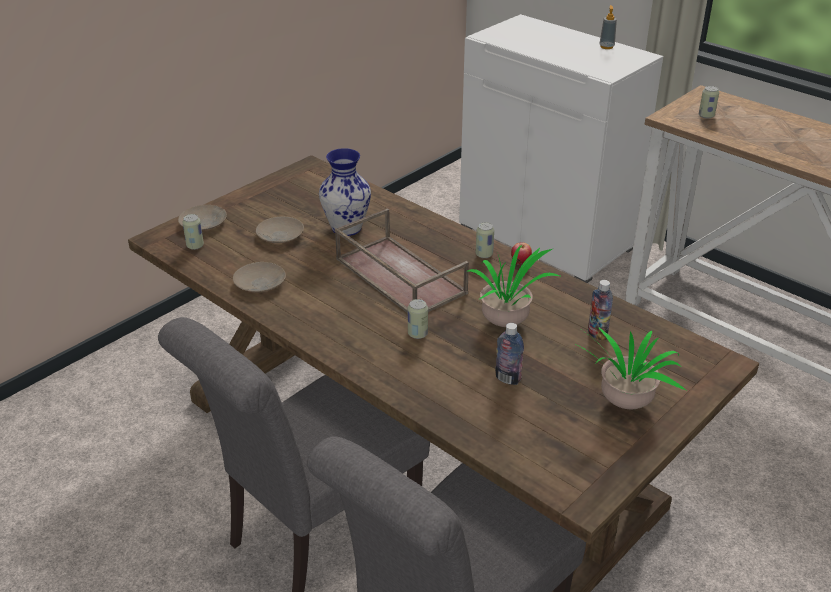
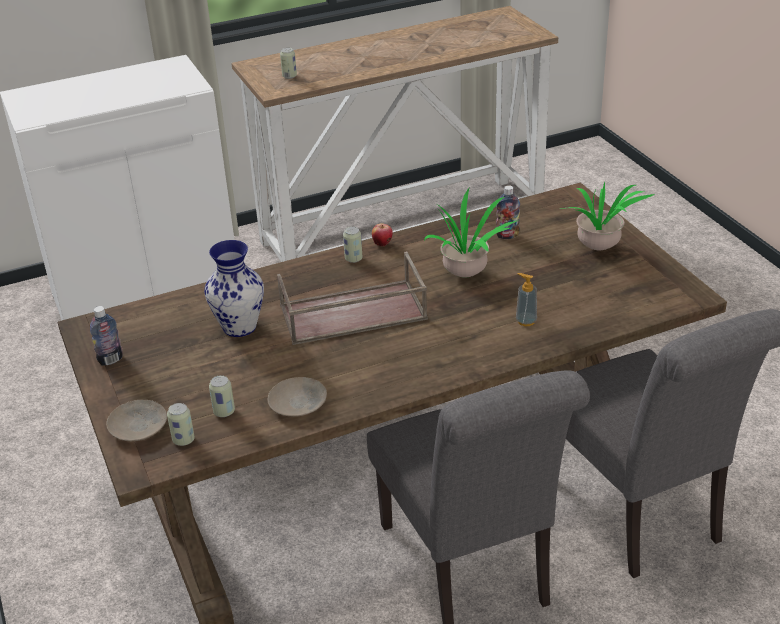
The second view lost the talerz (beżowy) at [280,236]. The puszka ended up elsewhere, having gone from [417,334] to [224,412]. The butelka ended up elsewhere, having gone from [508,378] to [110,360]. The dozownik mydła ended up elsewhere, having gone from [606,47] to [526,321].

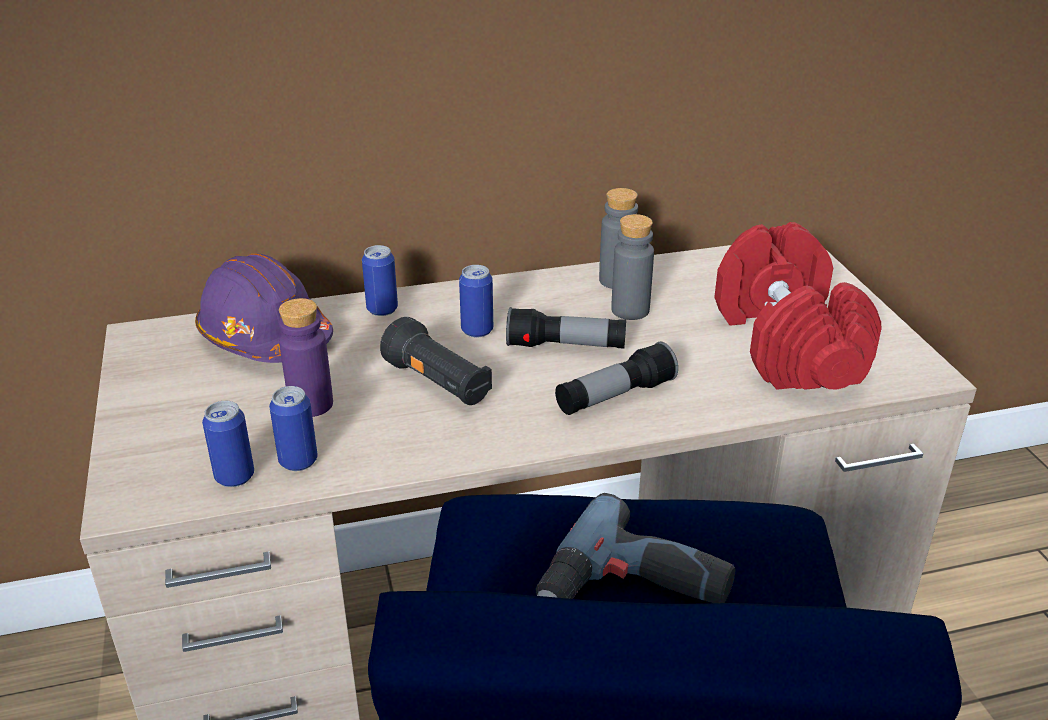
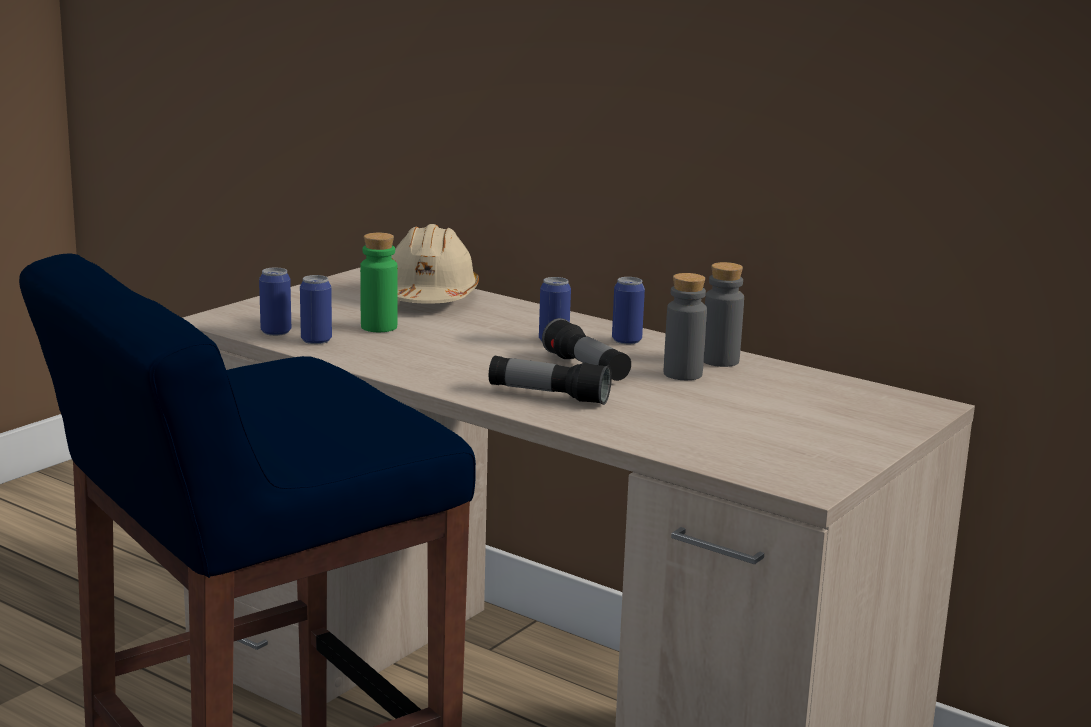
The second view lost the latarka (czarny) at [438,384]. The second view lost the wiertarka at [634,592]. The second view lost the hantel (czerwony) at [786,344]. The puszka ended up elsewhere, having gone from [382,309] to [626,340]. What was the kask (fioletowy) at [265,337] turned into the kask (beżowy) at [429,297]. What was the butelka (fioletowy) at [311,404] turned into the butelka (zielony) at [379,327].

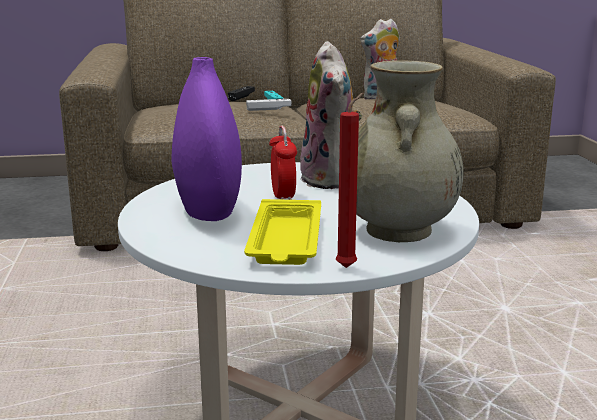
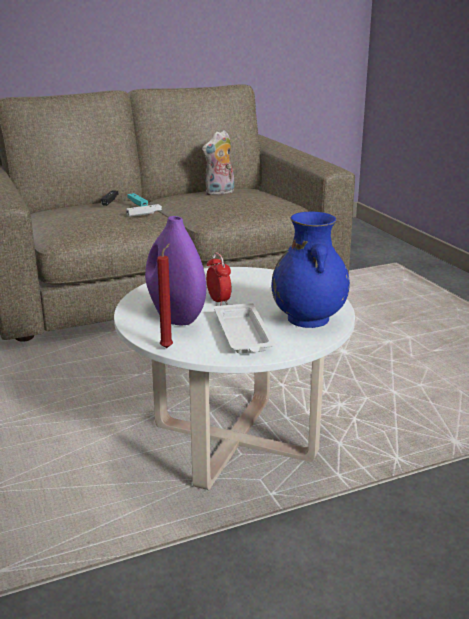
The second view lost the pluszak at [331,180]. The świeca (czerwony) ended up elsewhere, having gone from [349,267] to [168,347]. What was the taca (żółty) at [285,241] turned into the taca (biały) at [243,334]. What was the wazon (beżowy) at [399,231] turned into the wazon (niebieski) at [309,319].

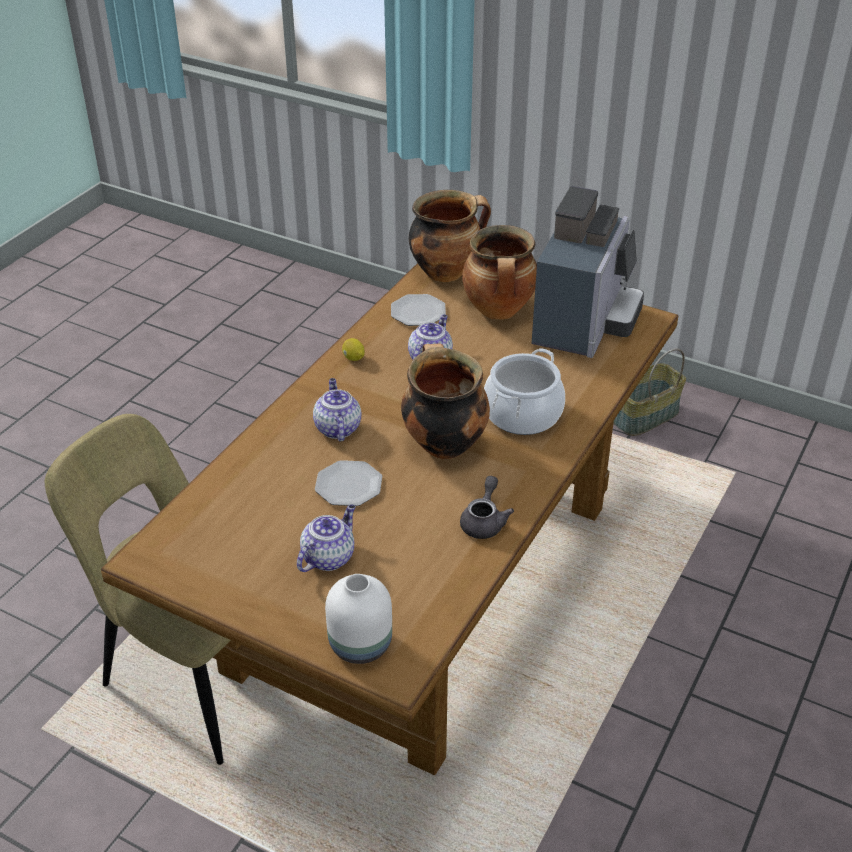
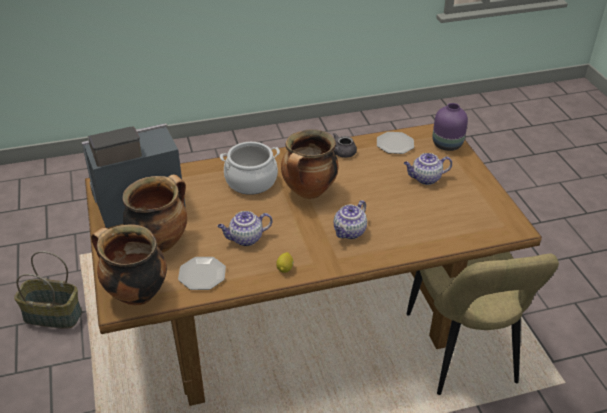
The talerz ended up elsewhere, having gone from [349,485] to [394,144]. What was the wazon (biały) at [359,644] turned into the wazon (fioletowy) at [447,145].

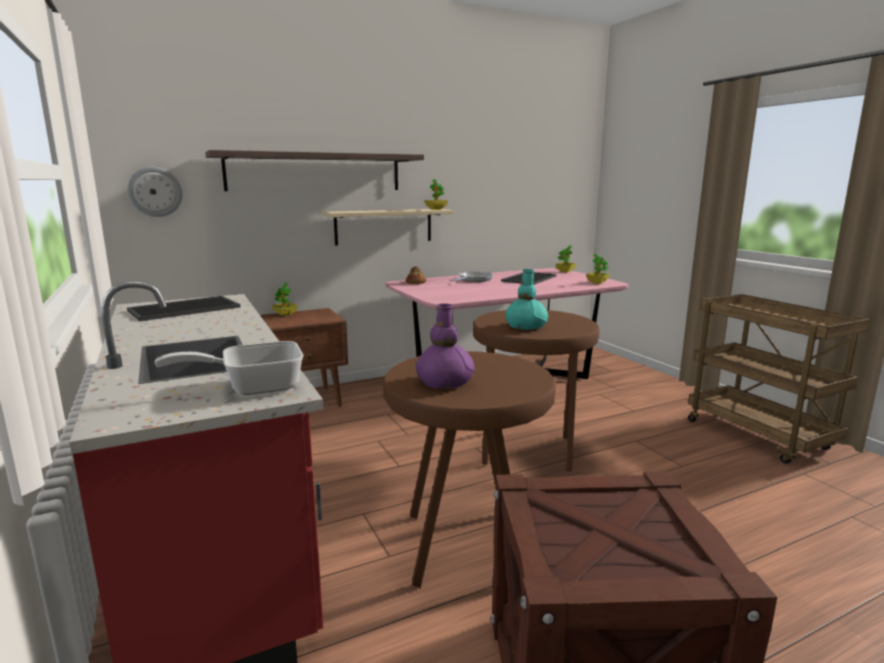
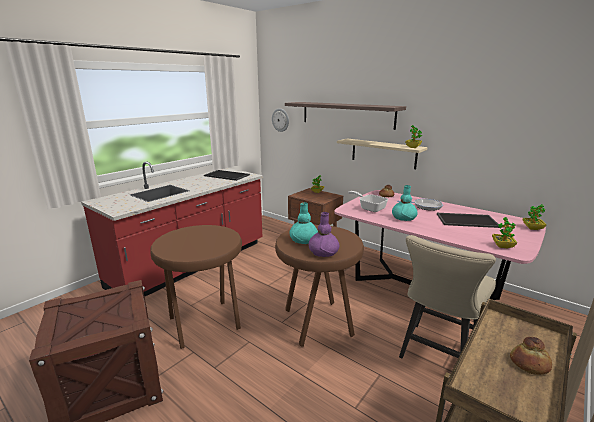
The second view gained the wazon (turkusowy) at [403,218]. The second view gained the krzesło (beżowy) at [436,356]. The second view gained the chleb at [530,364]. The patelnia ended up elsewhere, having gone from [252,387] to [369,208]. The wazon (fioletowy) ended up elsewhere, having gone from [444,382] to [323,252].

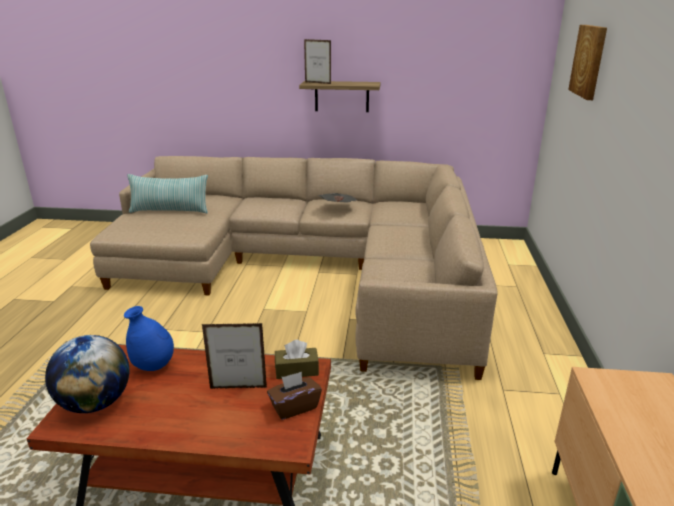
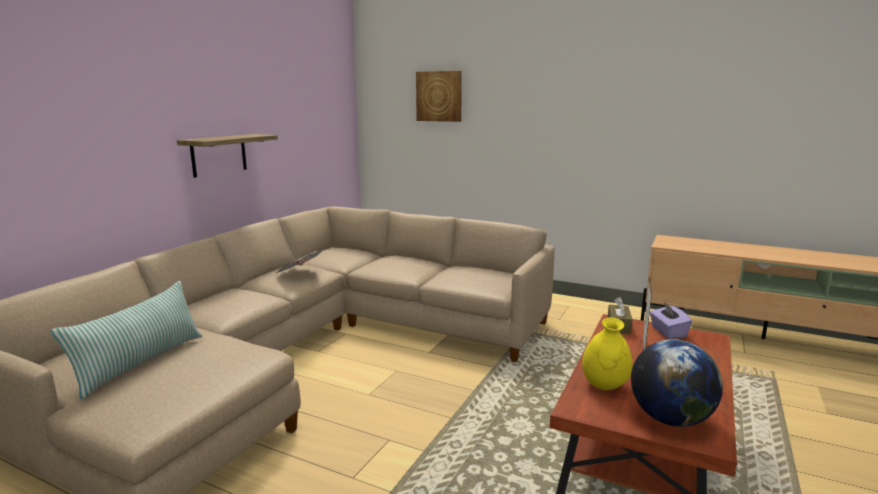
The second view lost the ramka na zdjęcie at [318,83]. What was the wazon (niebieski) at [153,366] turned into the wazon (żółty) at [604,386]. What was the pudełko chusteczek (brązowy) at [294,407] turned into the pudełko chusteczek (fioletowy) at [668,332].

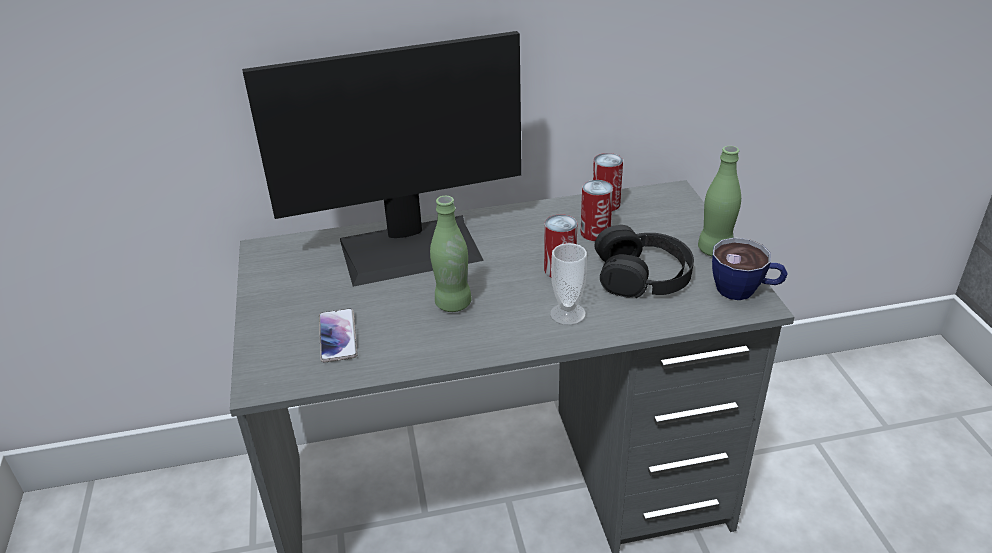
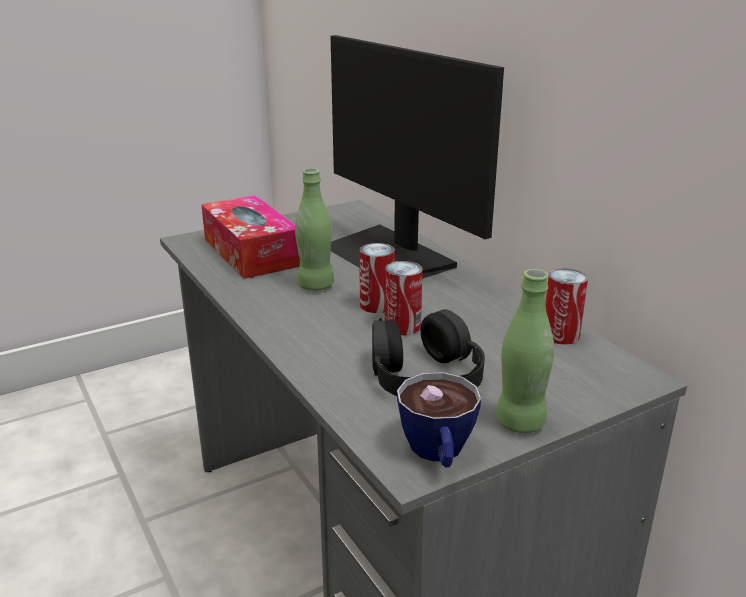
The second view lost the filiżanka at [567,313]. The puszka ended up elsewhere, having gone from [595,232] to [376,305]. Where the telefon stood at [338,336], the pudełko chusteczek came to stand at [251,252].

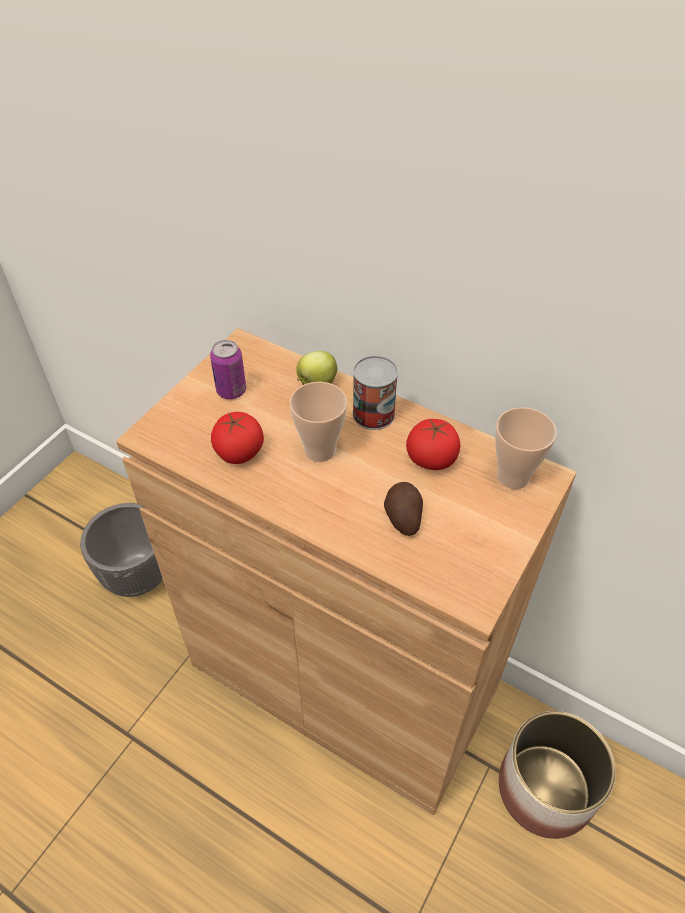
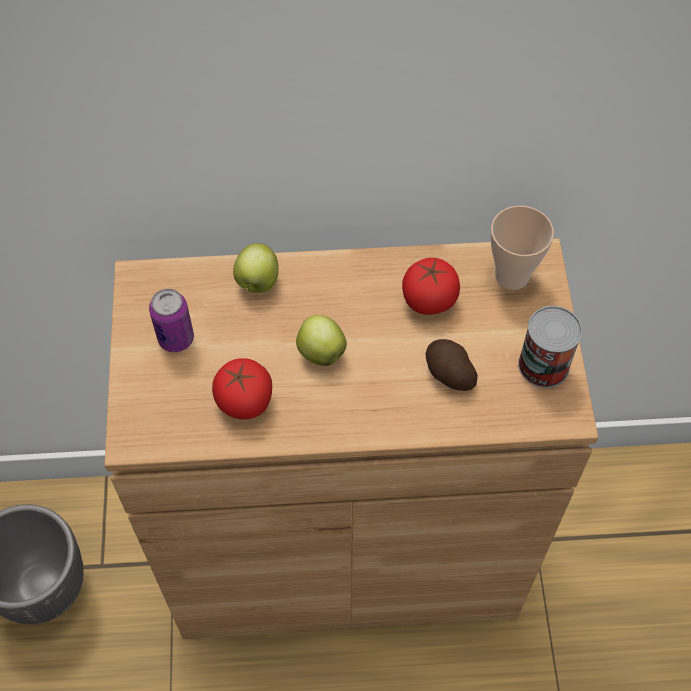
The second view lost the donica at [545,789]. The puszka ended up elsewhere, having gone from [373,414] to [543,365]. Where the filiżanka stood at [320,450], the jabłko came to stand at [320,352].

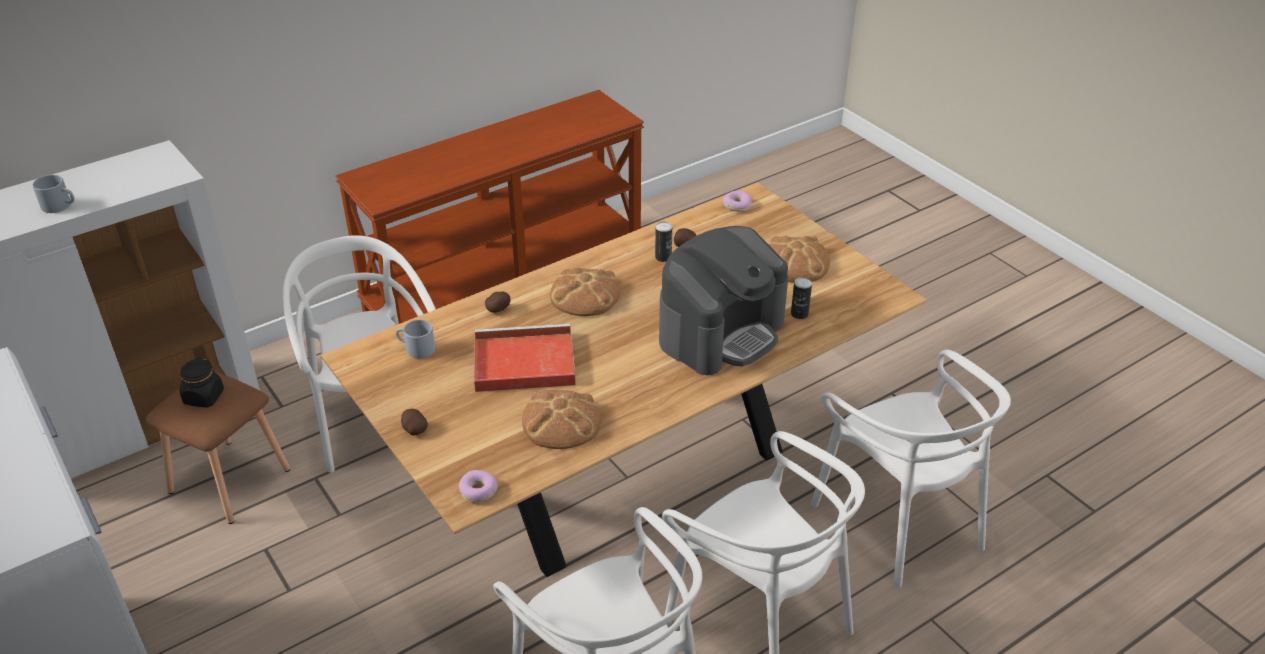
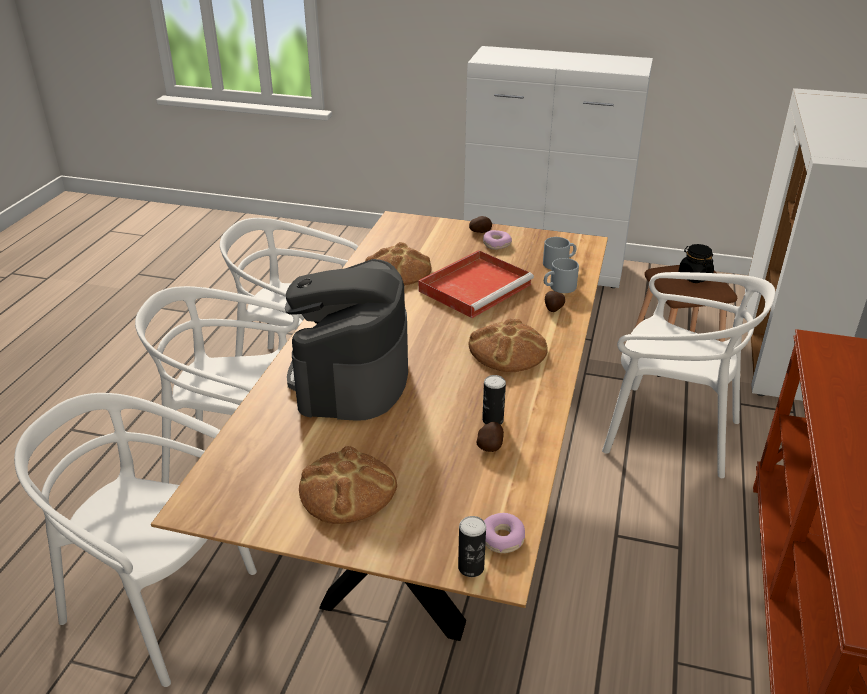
The kubek (szary) ended up elsewhere, having gone from [61,206] to [559,288]. The donut ended up elsewhere, having gone from [478,491] to [496,244]. The puszka ended up elsewhere, having gone from [799,314] to [471,567].

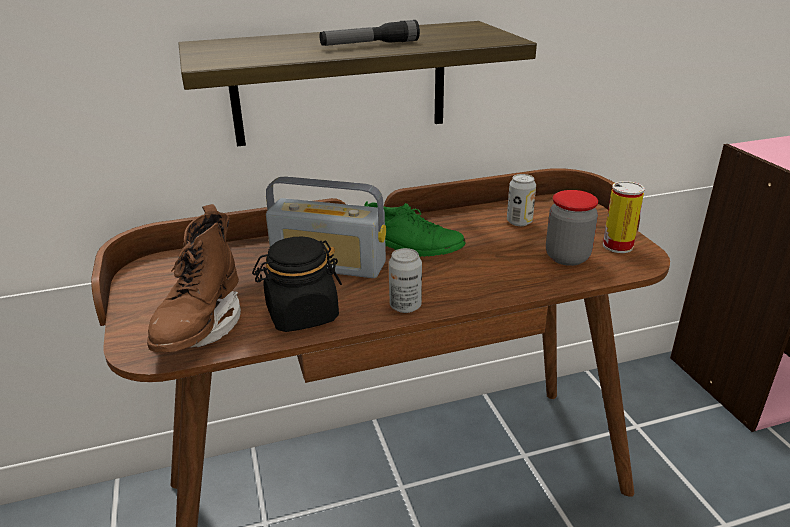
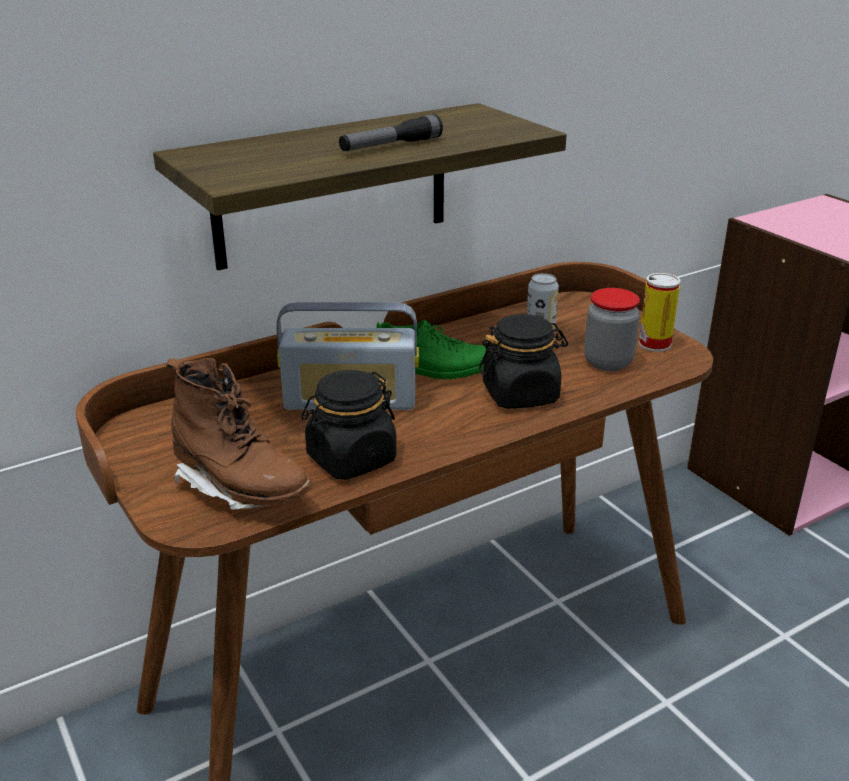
The second view lost the puszka at [405,306]. The second view gained the słoik (czarny) at [521,394]. The but z cholewką (brązowy) at [200,327] ended up facing another way, 45 degrees counterclockwise from before.

